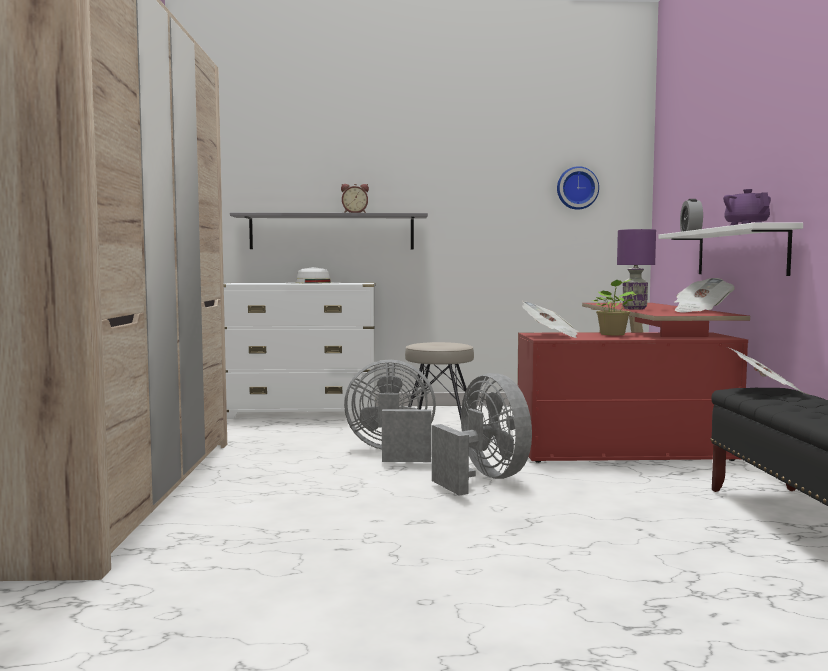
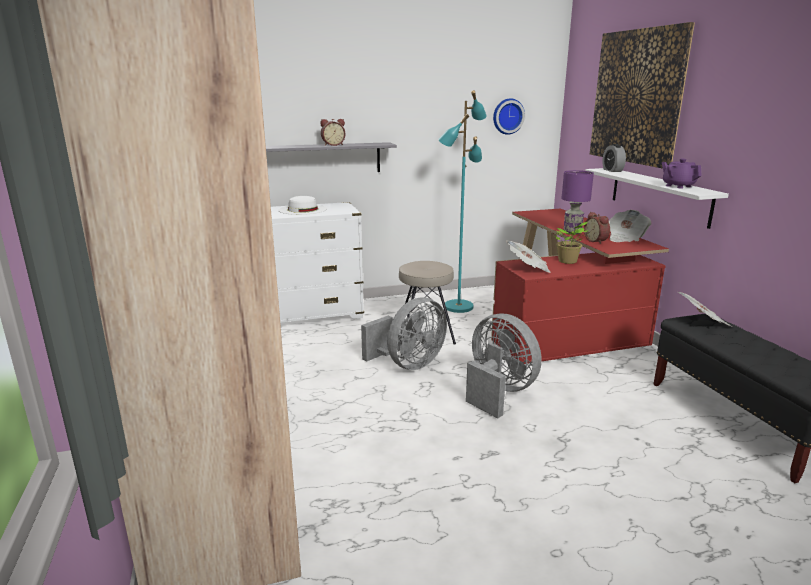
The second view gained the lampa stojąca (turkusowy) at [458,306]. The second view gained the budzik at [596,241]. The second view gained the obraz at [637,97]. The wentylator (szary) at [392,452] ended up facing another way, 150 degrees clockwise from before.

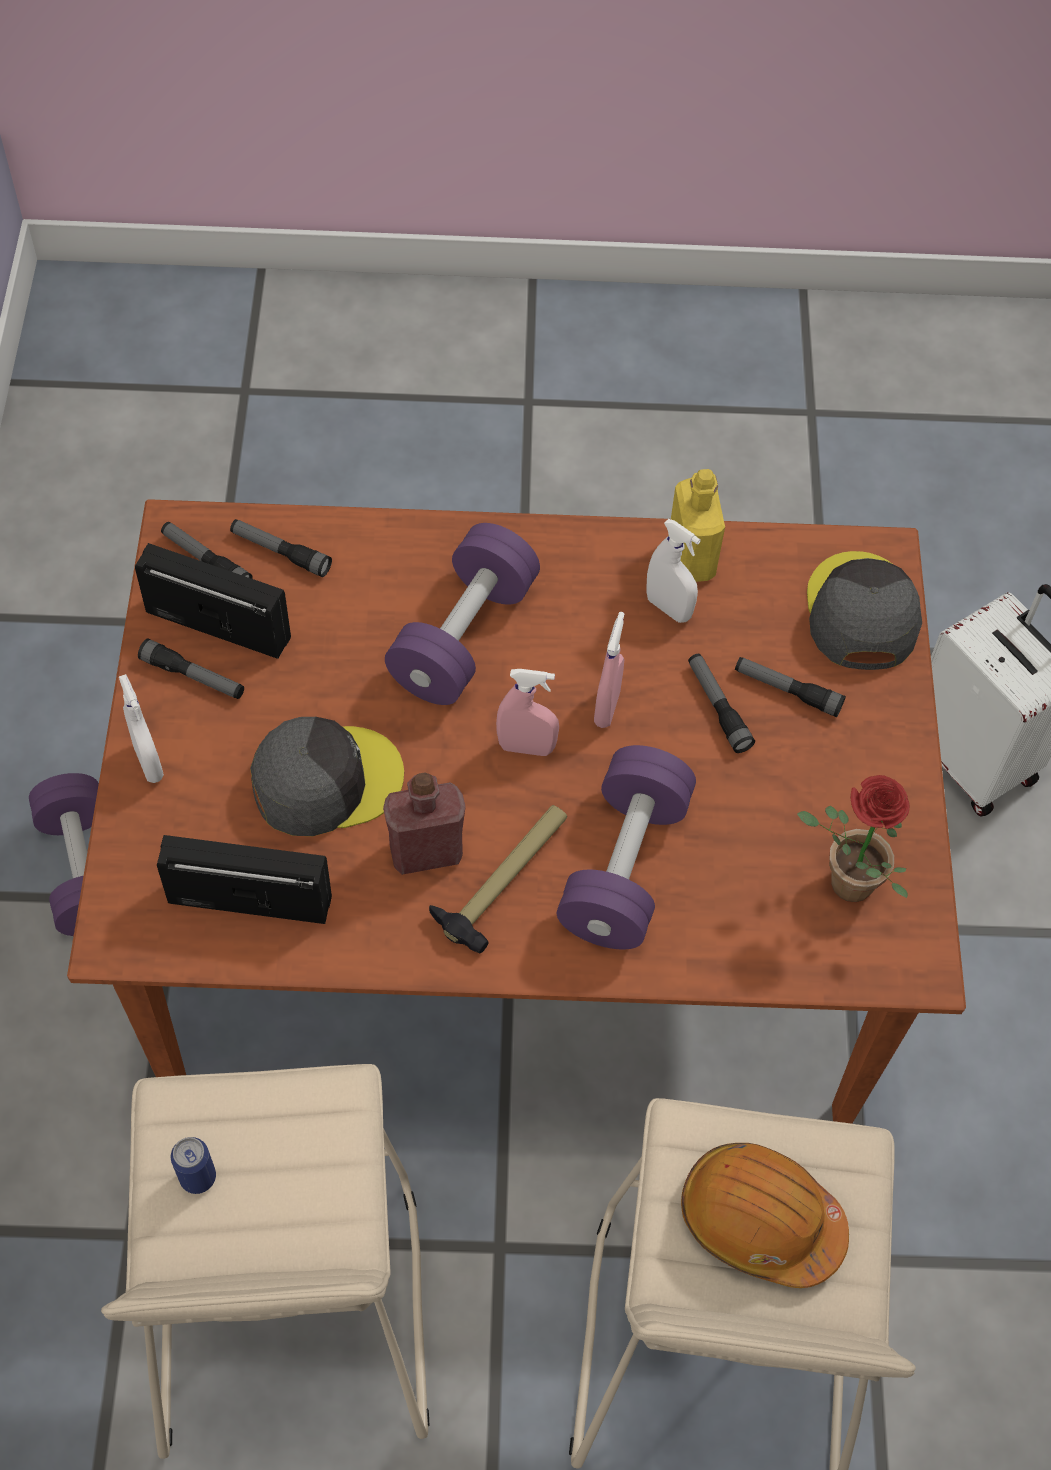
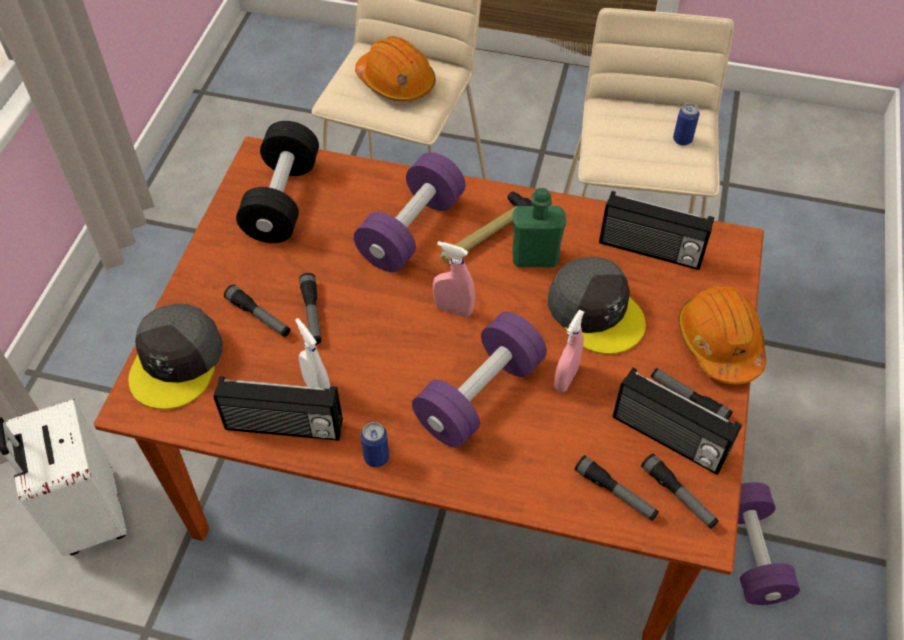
The second view gained the puszka at [376,457]. The spryskiwacz (różowy) ended up elsewhere, having gone from [607,708] to [566,378]. Where the spryskiwacz (biały) stood at [149,763], the kask (pomarańczowy) came to stand at [719,343]. Where the butelka (żółty) stood at [691,559], the radio came to stand at [284,427]. Where the roślina doniczkowa stood at [842,884], the hantel (czarny) came to stand at [282,200]. What was the butelka (czerwony) at [426,852] turned into the butelka (zielony) at [535,258]. The czapka z daszkiem (szary) at [325,780] ended up facing another way, 120 degrees counterclockwise from before.

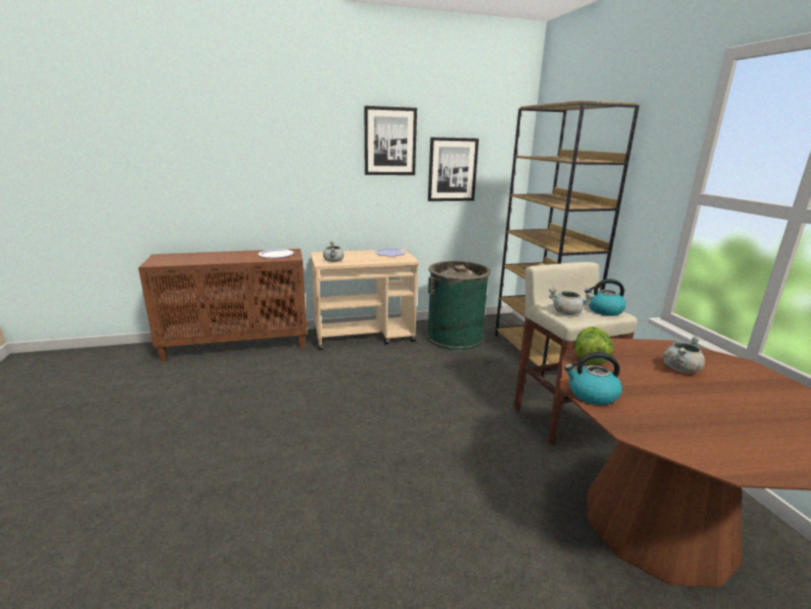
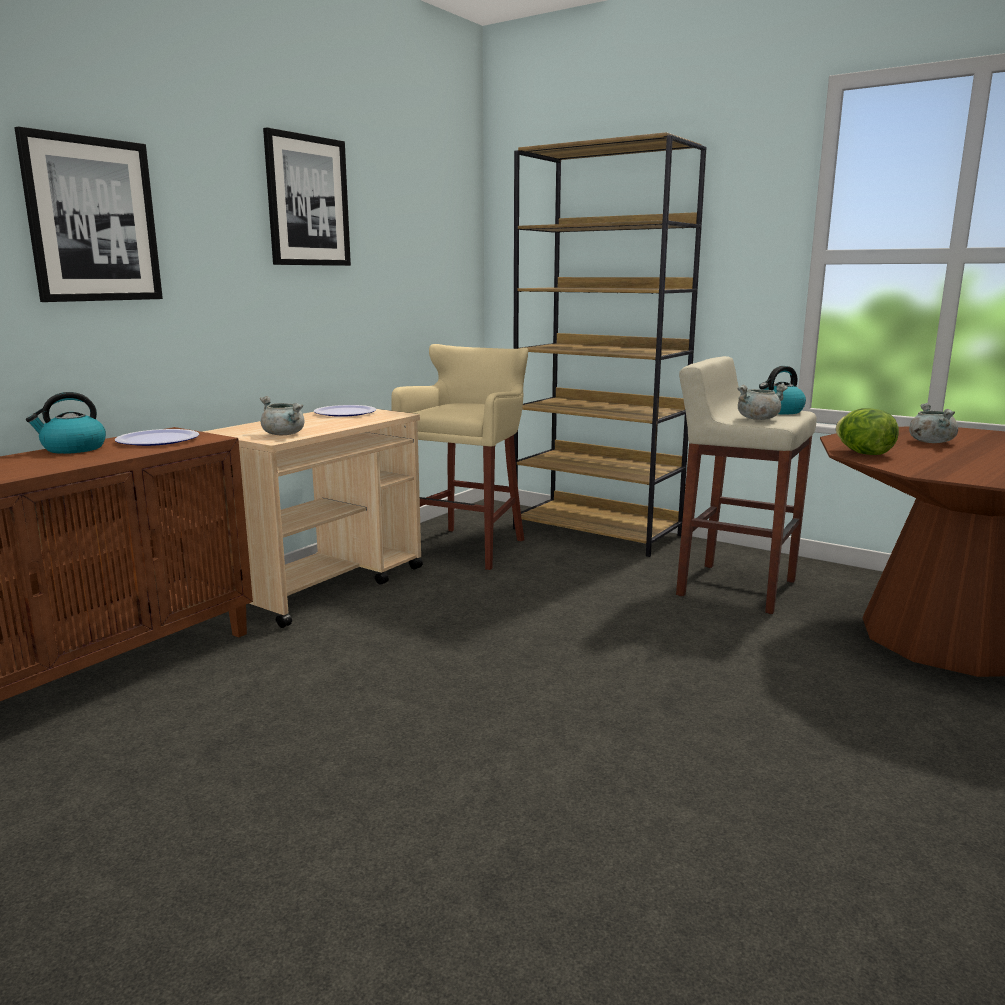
The obraz ended up elsewhere, having gone from [452,169] to [92,220]. The czajnik ended up elsewhere, having gone from [591,394] to [73,449]. Where the kosz na śmieci (zielony) stood at [454,338], the stołek (beżowy) came to stand at [467,547].

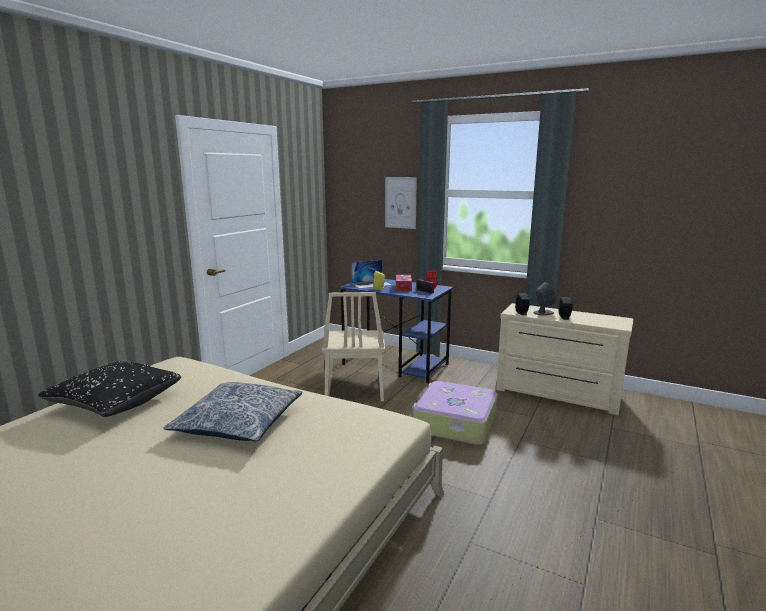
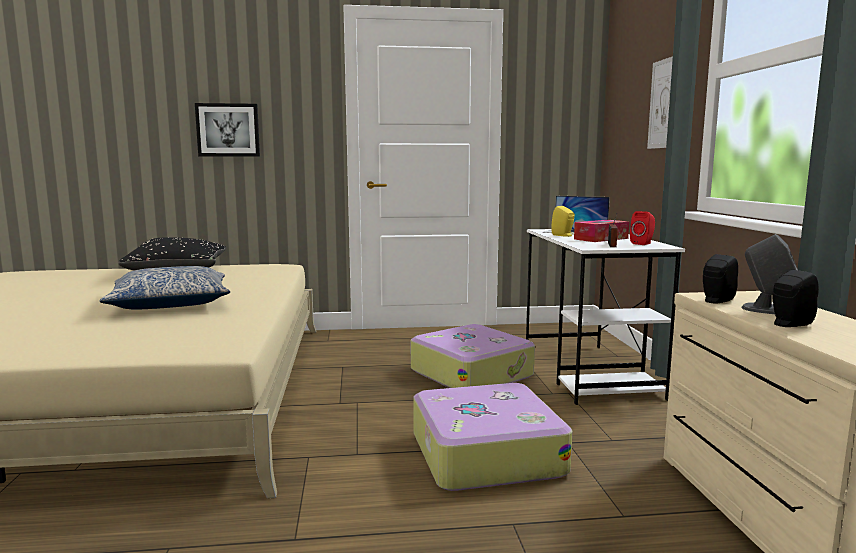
The second view gained the obraz at [228,130]. Where the krzesło (beżowy) stood at [354,389], the walizka came to stand at [472,373]. What was the biurko (niebieski) at [396,364] turned into the biurko (biały) at [589,372].

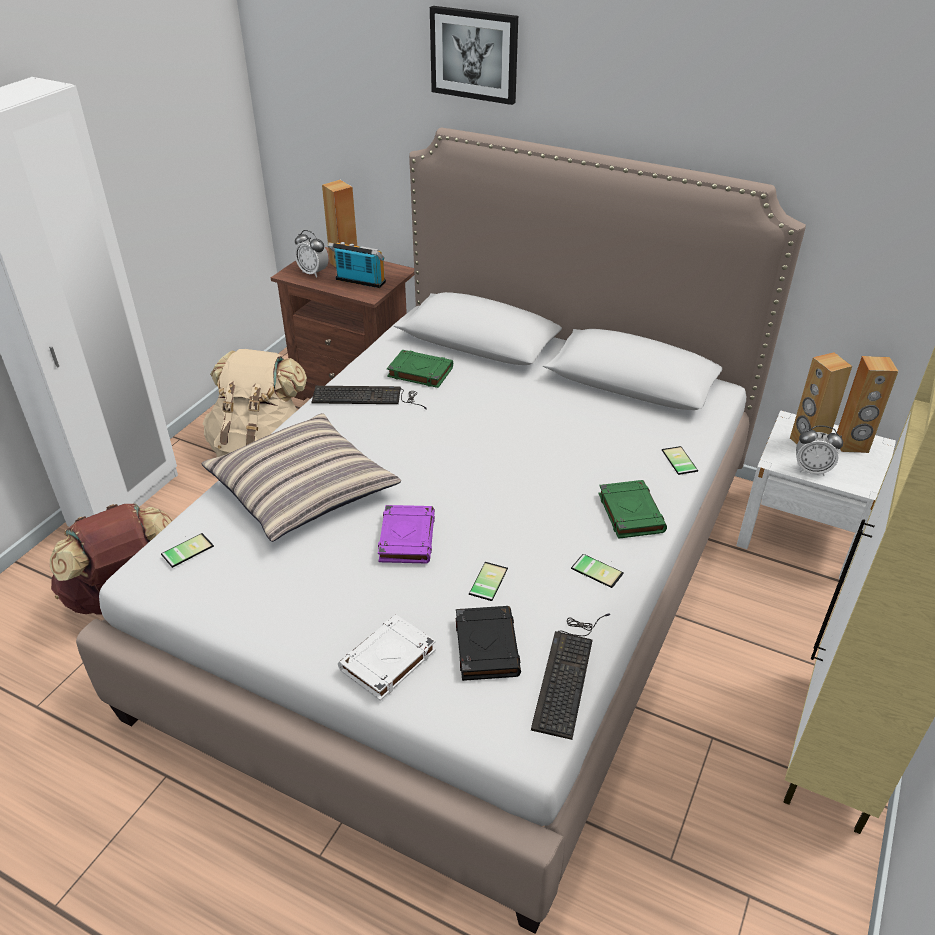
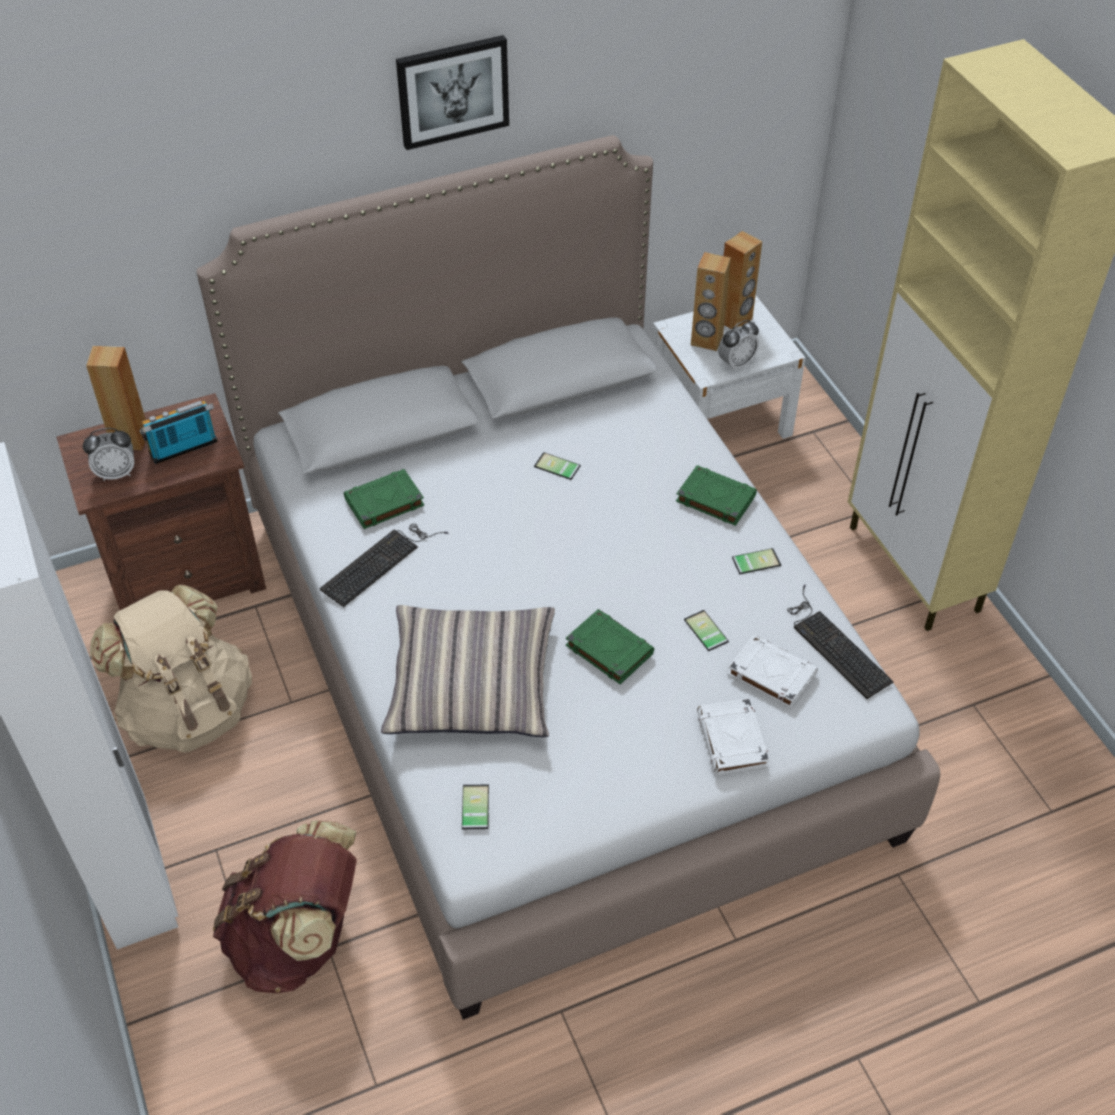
The obraz ended up elsewhere, having gone from [474,54] to [452,91]. The telefon ended up elsewhere, having gone from [677,461] to [556,468]. What was the książka (fioletowy) at [406,537] turned into the książka (zielony) at [608,649]. What was the książka (czarny) at [486,646] turned into the książka (biały) at [770,674].

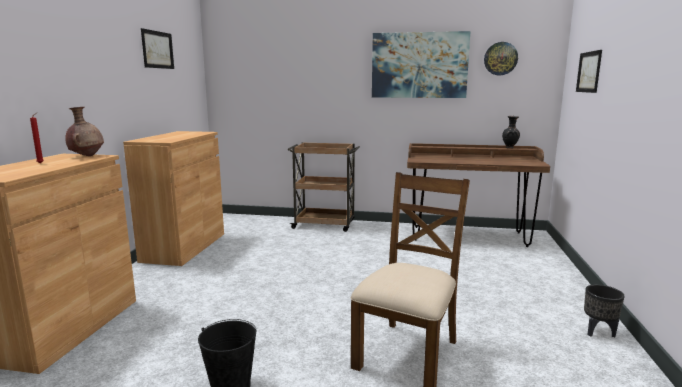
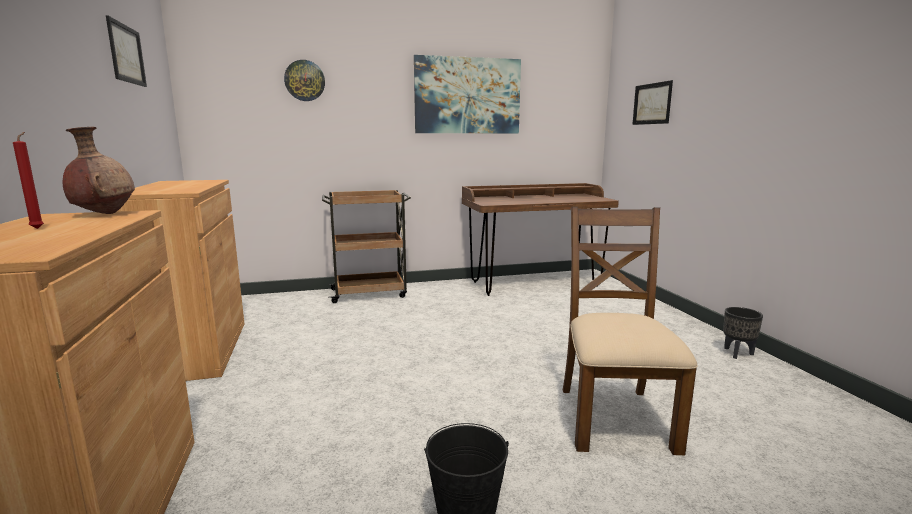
The second view lost the wazon (czarny) at [510,148]. The zegar ścienny ended up elsewhere, having gone from [500,58] to [304,80].

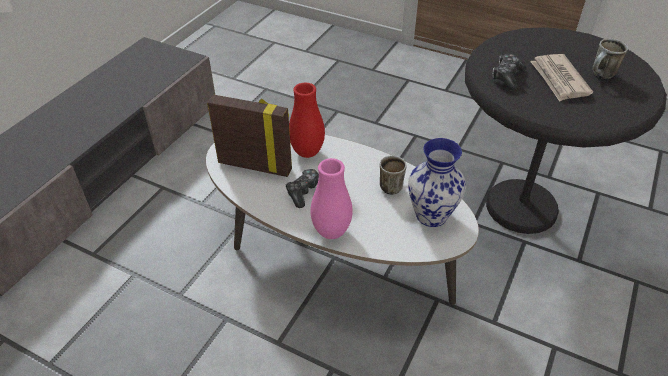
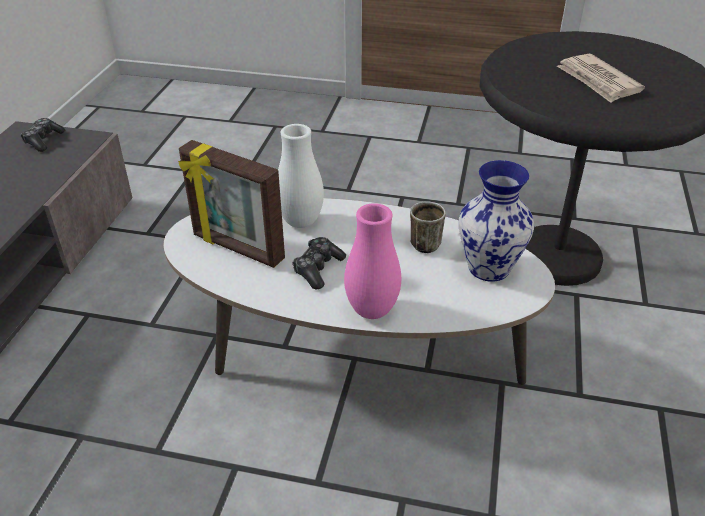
The second view lost the kubek at [601,76]. The pad do gier ended up elsewhere, having gone from [507,77] to [43,140]. What was the wazon (czerwony) at [307,152] turned into the wazon (biały) at [301,222]. The ramka na zdjęcie at [255,165] ended up facing another way, 150 degrees counterclockwise from before.

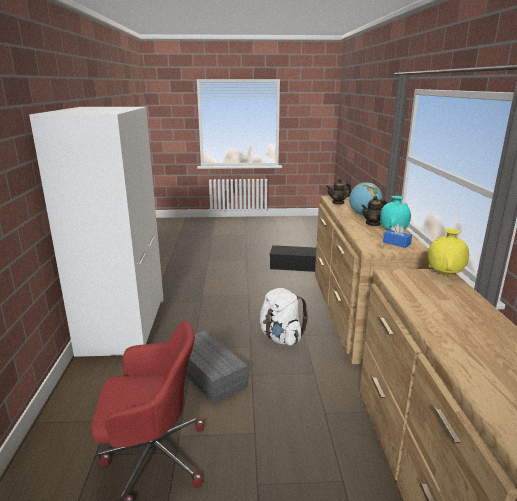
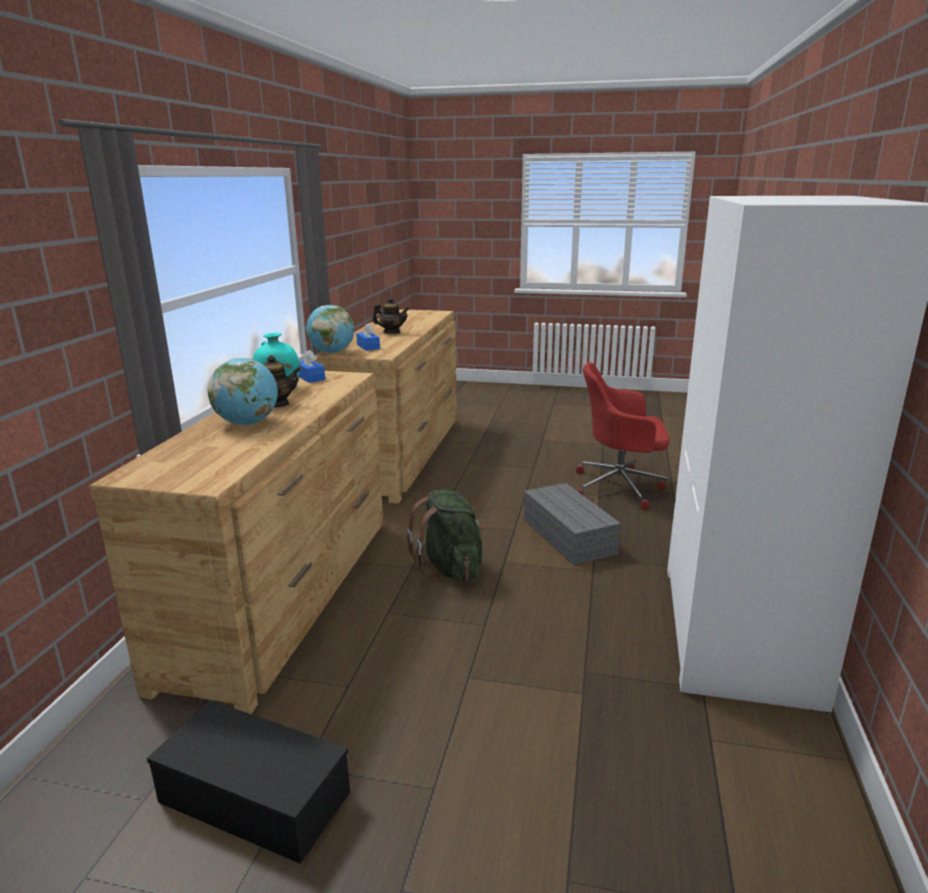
The second view gained the pudełko chusteczek (niebieski) at [368,347]. The imbryk ended up elsewhere, having gone from [338,203] to [391,332]. Where the wazon (żółty) stood at [444,274], the globus came to stand at [332,352]. What was the plecak (biały) at [281,338] turned into the plecak (zielony) at [450,568].

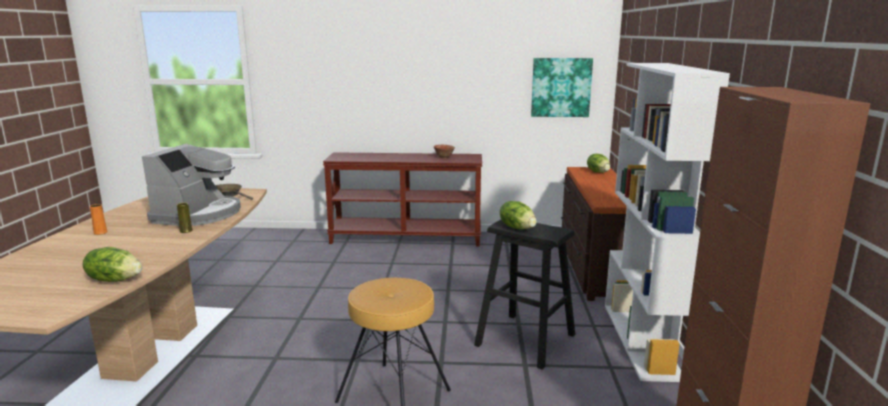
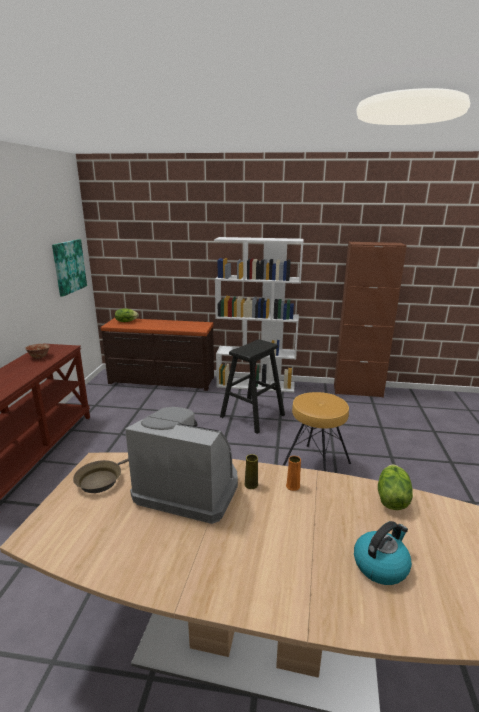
The second view lost the sałata at [517,227]. The second view gained the czajnik at [380,565]. The wazon (pomarańczowy) ended up elsewhere, having gone from [100,232] to [293,486].

